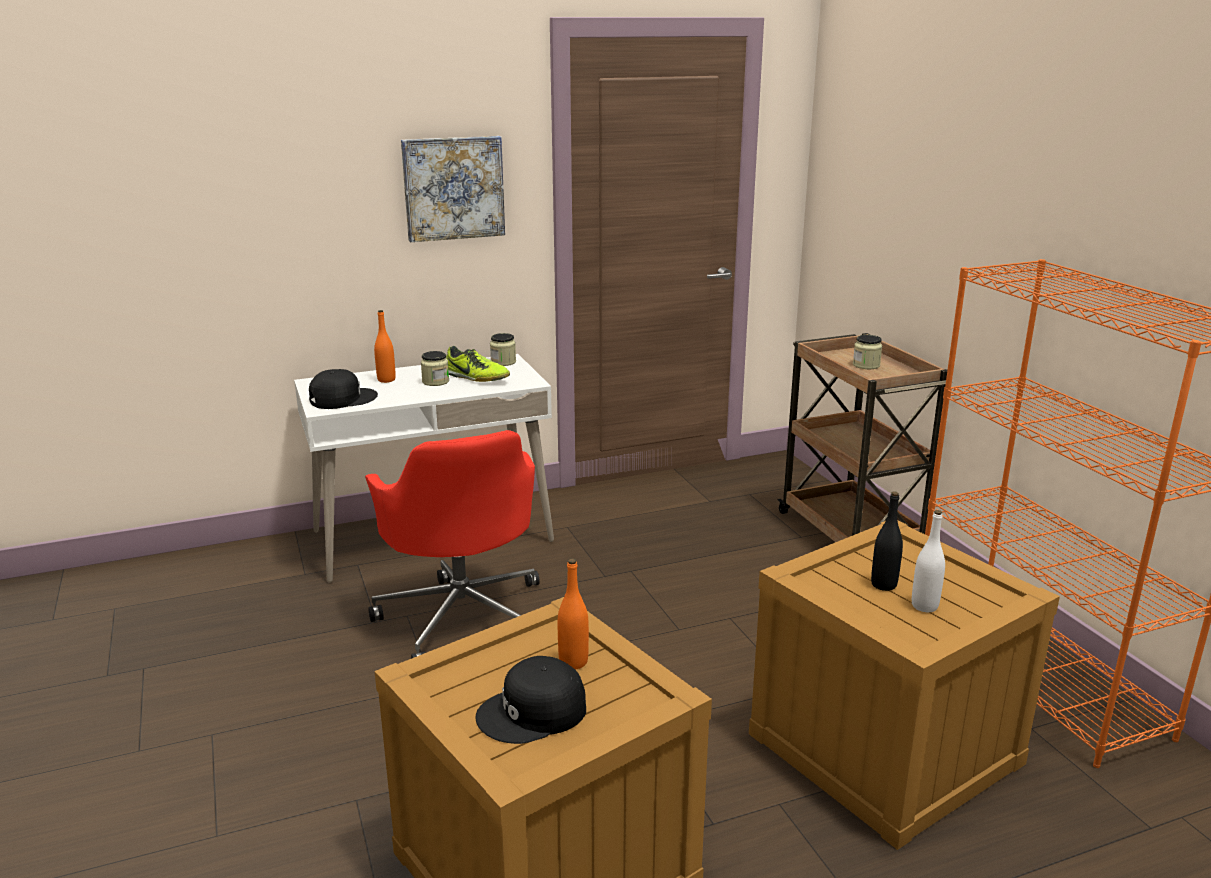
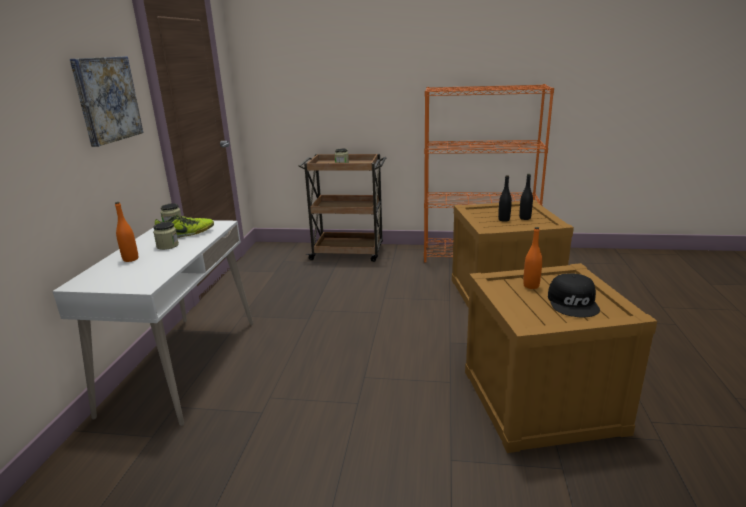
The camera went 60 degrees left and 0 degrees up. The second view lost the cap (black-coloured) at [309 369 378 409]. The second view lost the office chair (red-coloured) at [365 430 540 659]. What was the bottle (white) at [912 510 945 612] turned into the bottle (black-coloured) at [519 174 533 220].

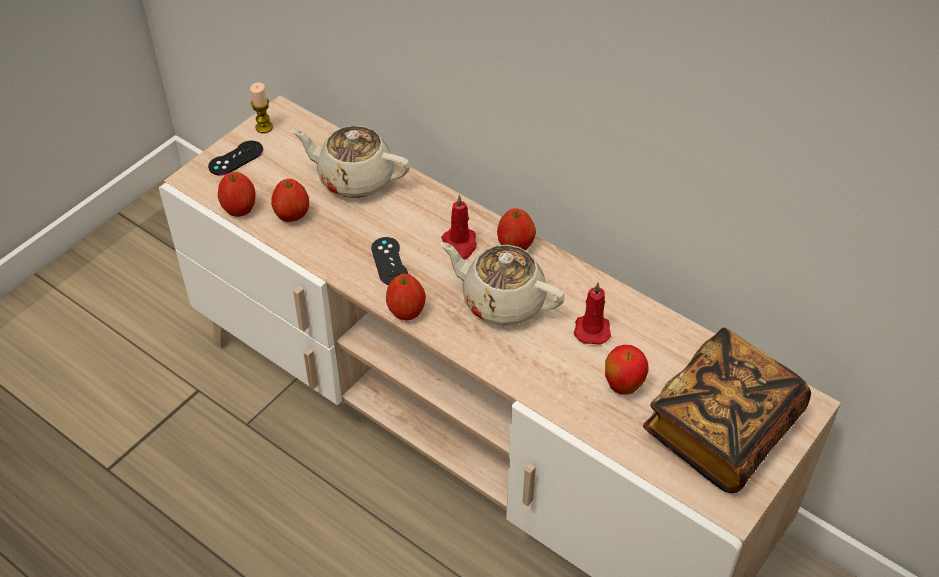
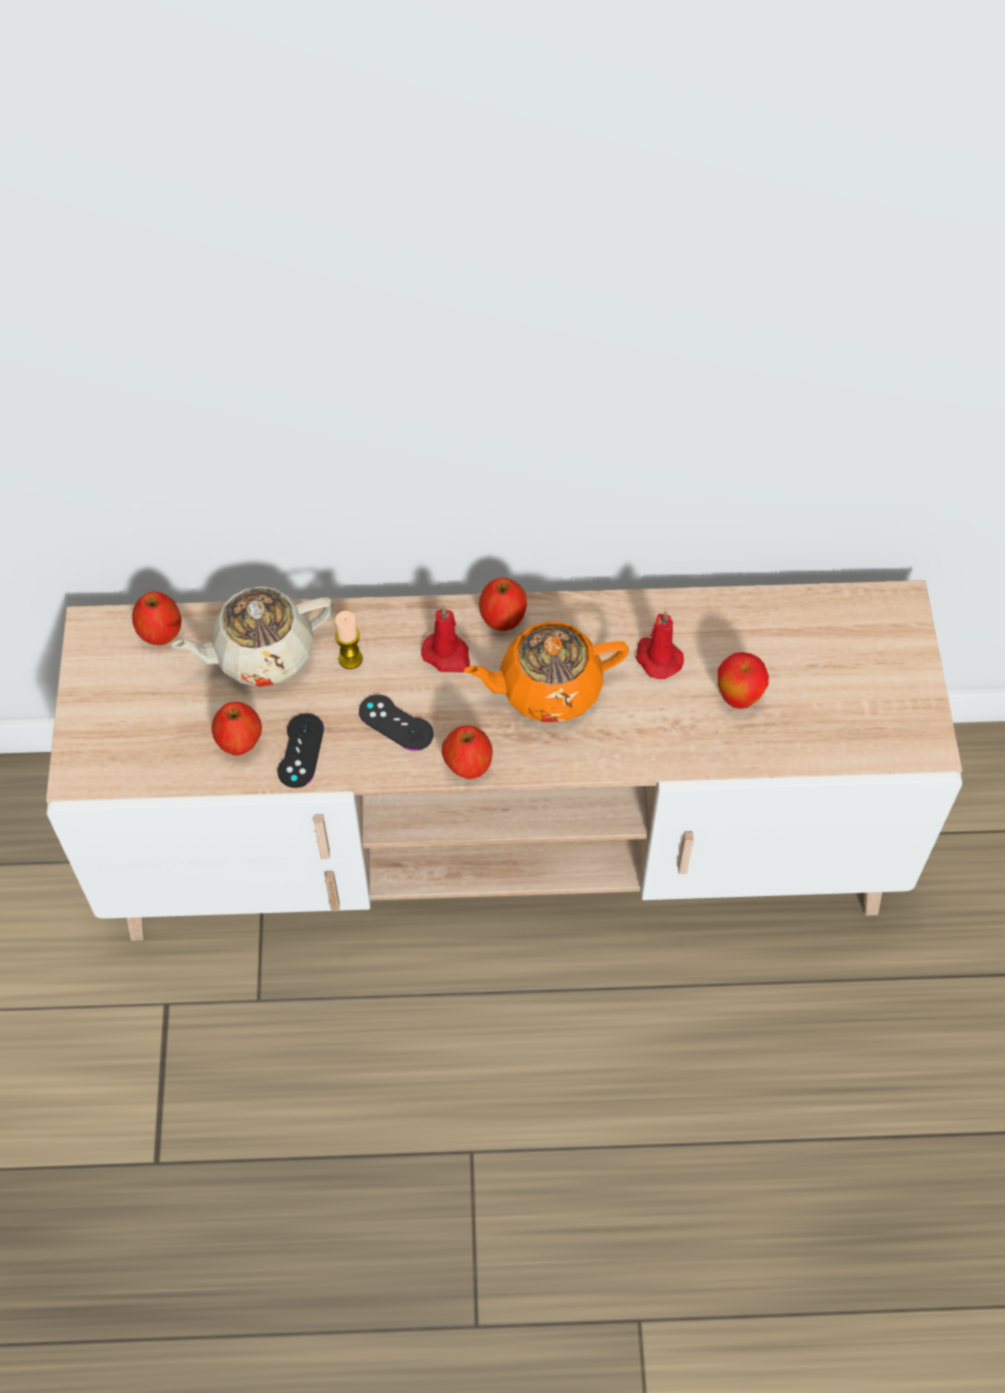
The camera went 40 degrees left and 10 degrees up. The game controller (black-coloured) ended up elsewhere, having gone from [208 141 263 176] to [277 713 324 788]. The apple fruit ended up elsewhere, having gone from [218 172 256 217] to [132 591 181 645]. The wax light ended up elsewhere, having gone from [250 82 273 133] to [335 611 363 669]. What was the pot for tea (sand-coloured) at [440 242 565 325] turned into the pot for tea (orange) at [464 622 629 722]. The second view lost the book at [643 328 811 493].

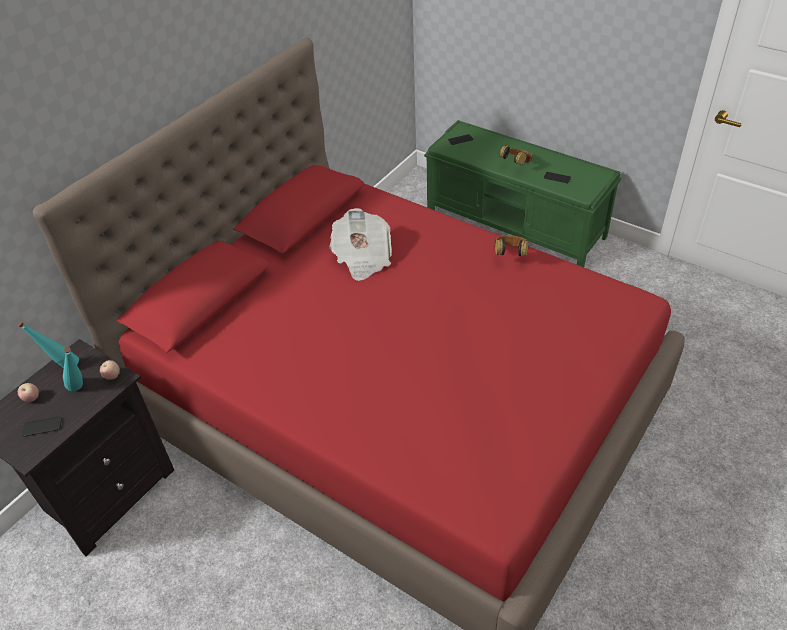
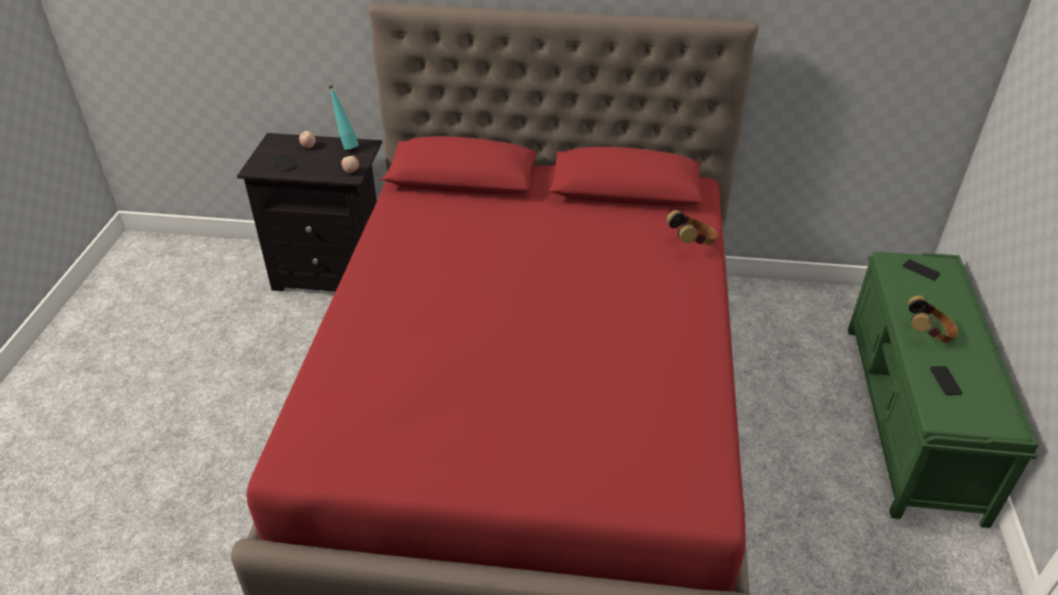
The camera went 60 degrees right and 5 degrees down. The second view lost the bottle (turquoise-coloured) at [63 347 83 391]. The second view lost the newspaper at [329 208 392 281]. The headphones ended up elsewhere, having gone from [494 235 529 256] to [666 210 718 246].

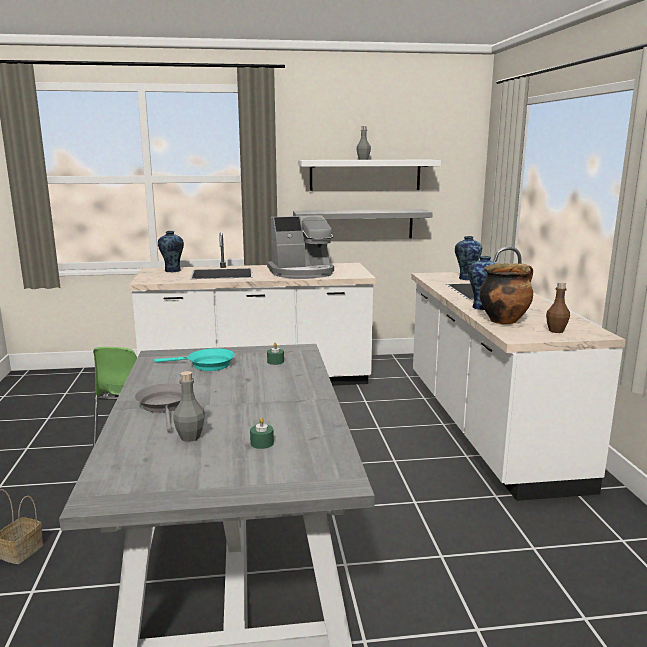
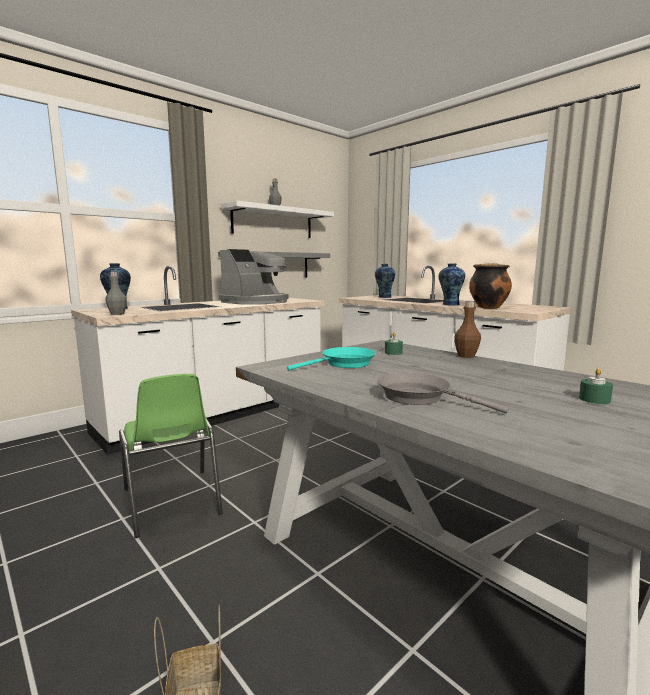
The camera went 35 degrees left and 5 degrees down. The bottle (gray) ended up elsewhere, having gone from [173 371 205 442] to [105 272 127 315]. The bottle (brownish) ended up elsewhere, having gone from [546 282 570 333] to [454 301 481 358].

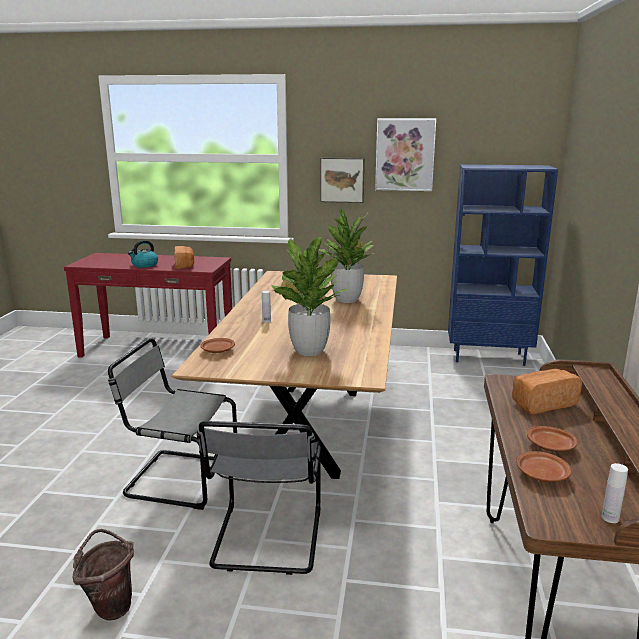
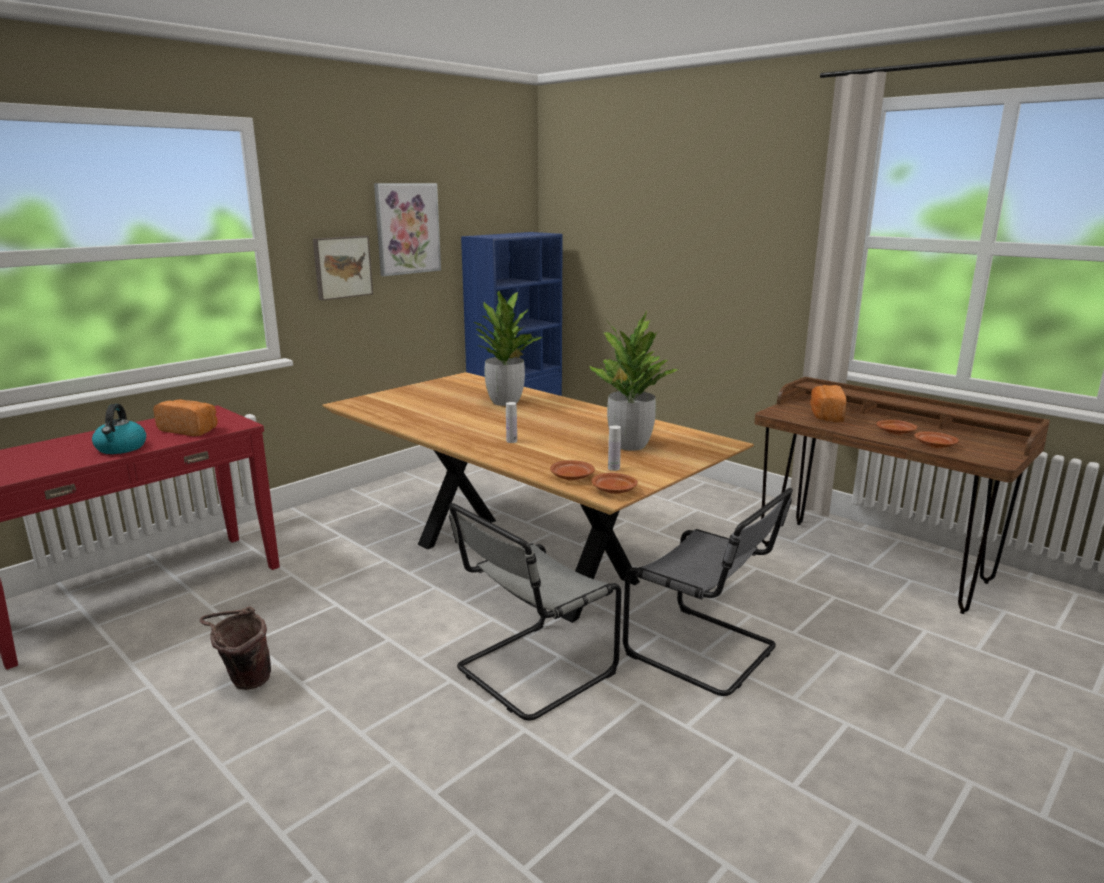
The camera went 55 degrees left and 0 degrees up. The pail (brownish) ended up elsewhere, having gone from [73 529 134 621] to [199 607 271 690]. The bottle (white) ended up elsewhere, having gone from [602 463 628 523] to [608 425 621 471]. The second view gained the plate (brownish) at [591 473 638 494].

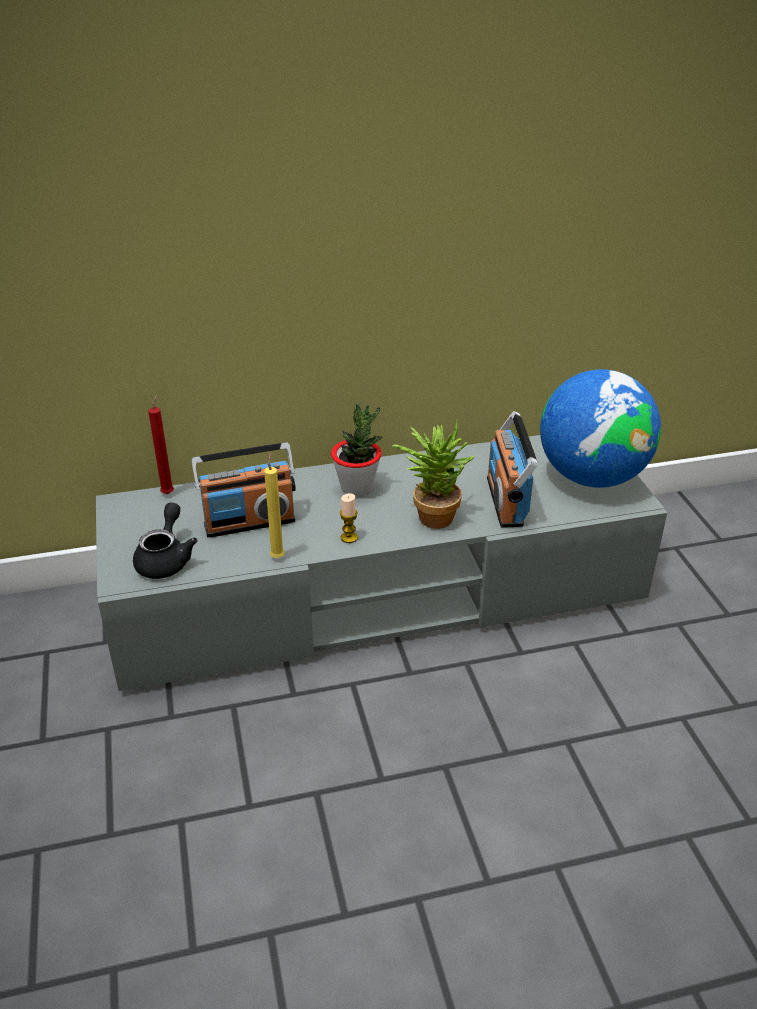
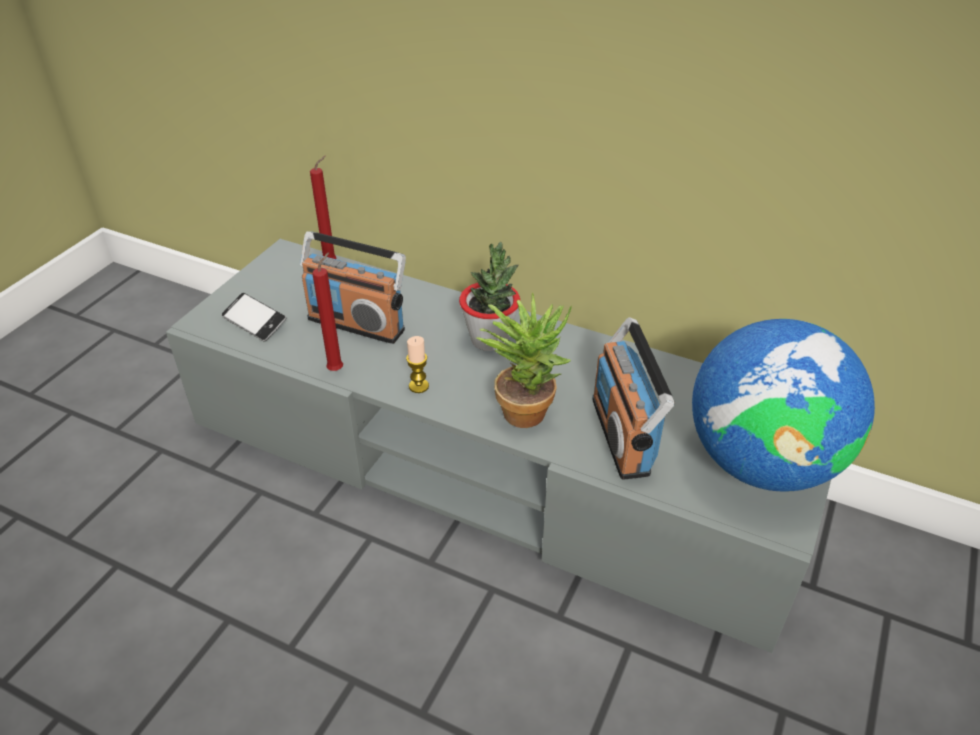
The camera went 40 degrees right and 5 degrees up. Where the pot for tea (black-coloured) stood at [133 503 198 579], the phone came to stand at [222 293 286 341]. What was the wax light (yellow-coloured) at [264 453 285 558] turned into the wax light (red-coloured) at [312 252 343 371]. The radio at [487 411 538 528] ended up facing another way, 45 degrees counterclockwise from before.

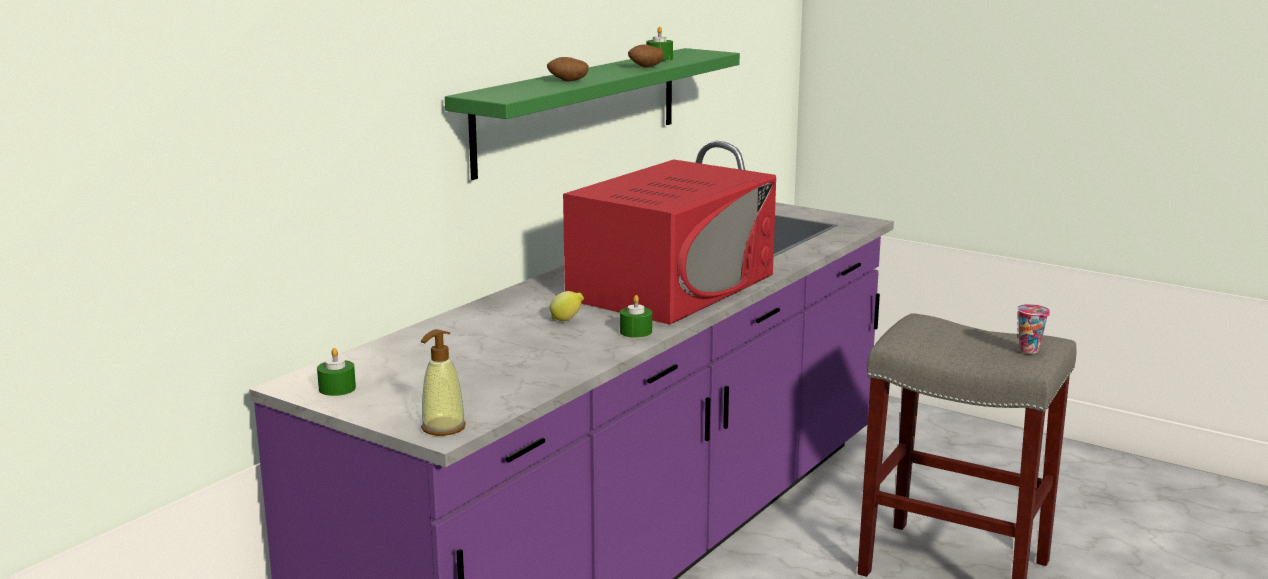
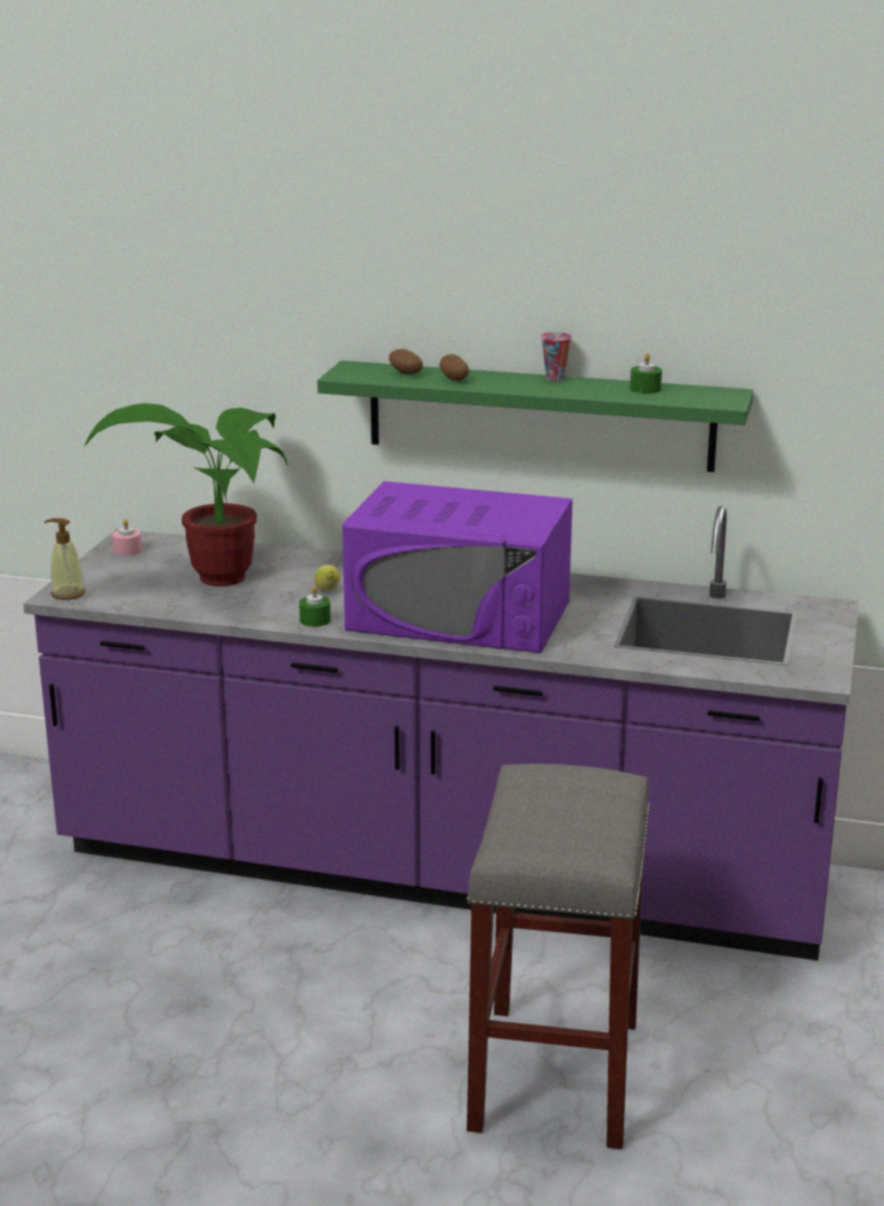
The camera went 70 degrees right and 5 degrees up. What was the wax light (green-coloured) at [317 348 356 396] turned into the wax light (pinkish) at [112 519 142 556]. What was the microwave (red-coloured) at [563 160 776 325] turned into the microwave (purplish) at [342 481 573 653]. The spud ended up elsewhere, having gone from [628 45 664 68] to [389 349 423 374]. The small cup ended up elsewhere, having gone from [1017 304 1050 354] to [541 332 572 381]. The second view gained the potted plant at [84 403 287 587].

